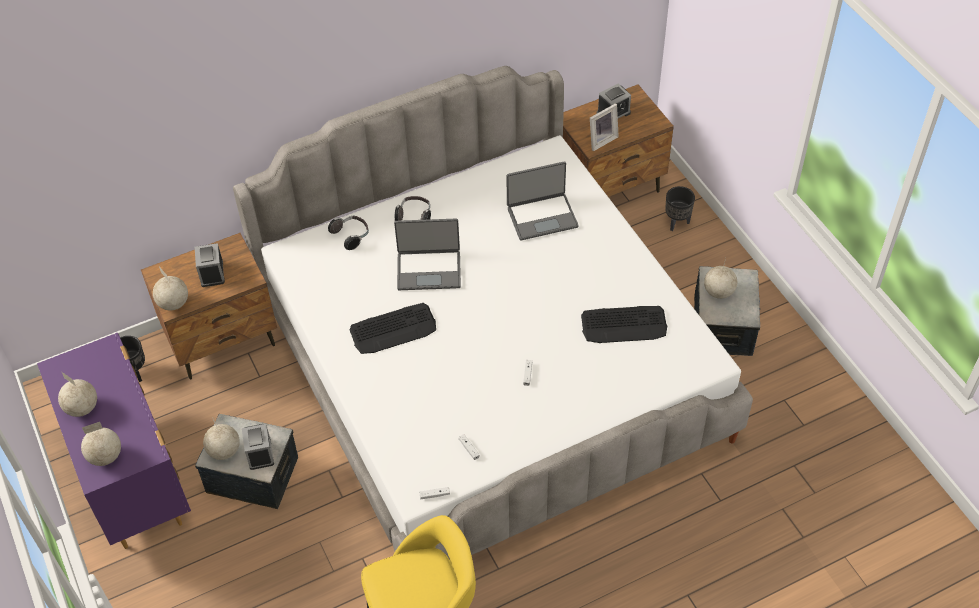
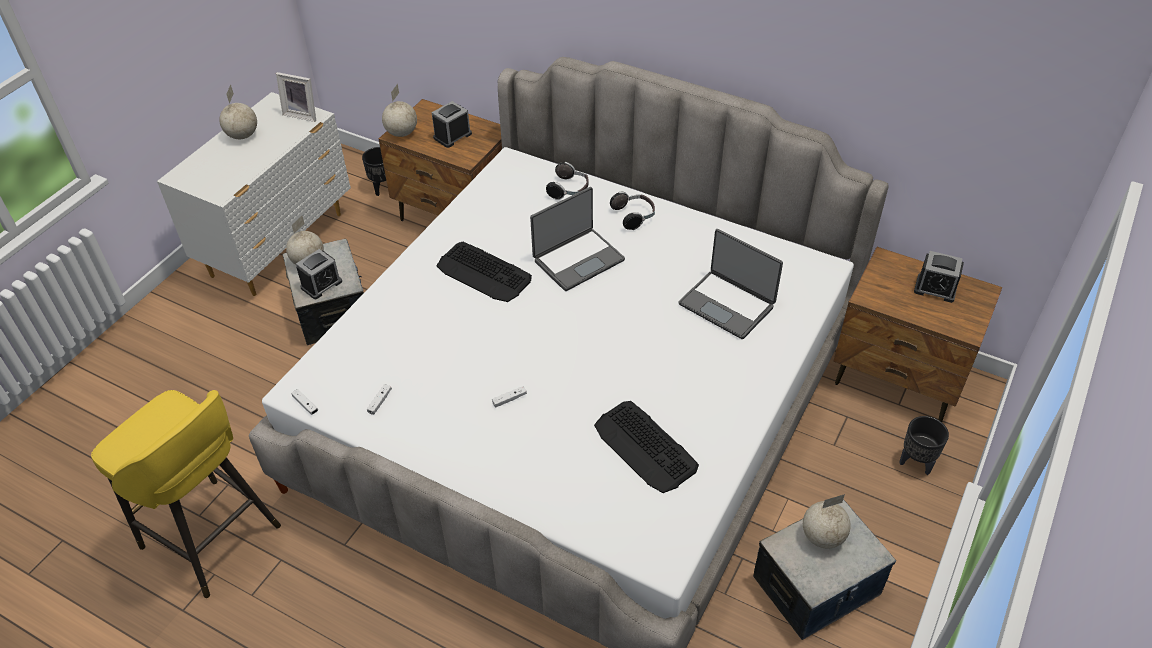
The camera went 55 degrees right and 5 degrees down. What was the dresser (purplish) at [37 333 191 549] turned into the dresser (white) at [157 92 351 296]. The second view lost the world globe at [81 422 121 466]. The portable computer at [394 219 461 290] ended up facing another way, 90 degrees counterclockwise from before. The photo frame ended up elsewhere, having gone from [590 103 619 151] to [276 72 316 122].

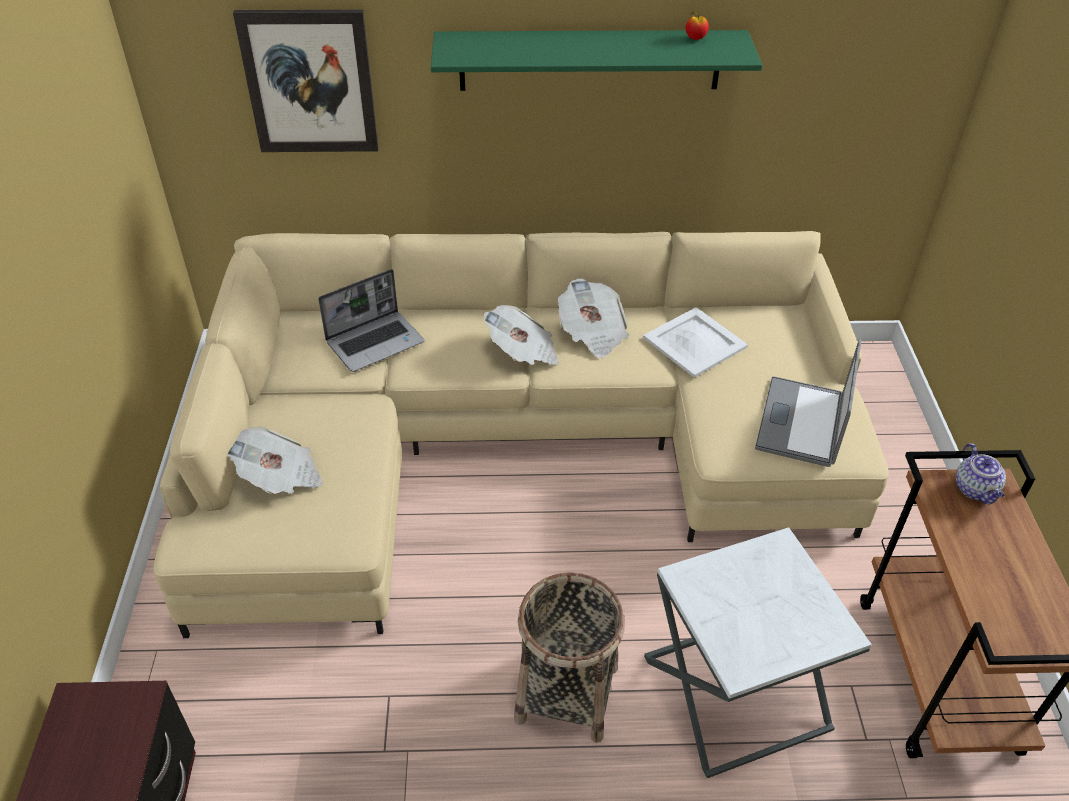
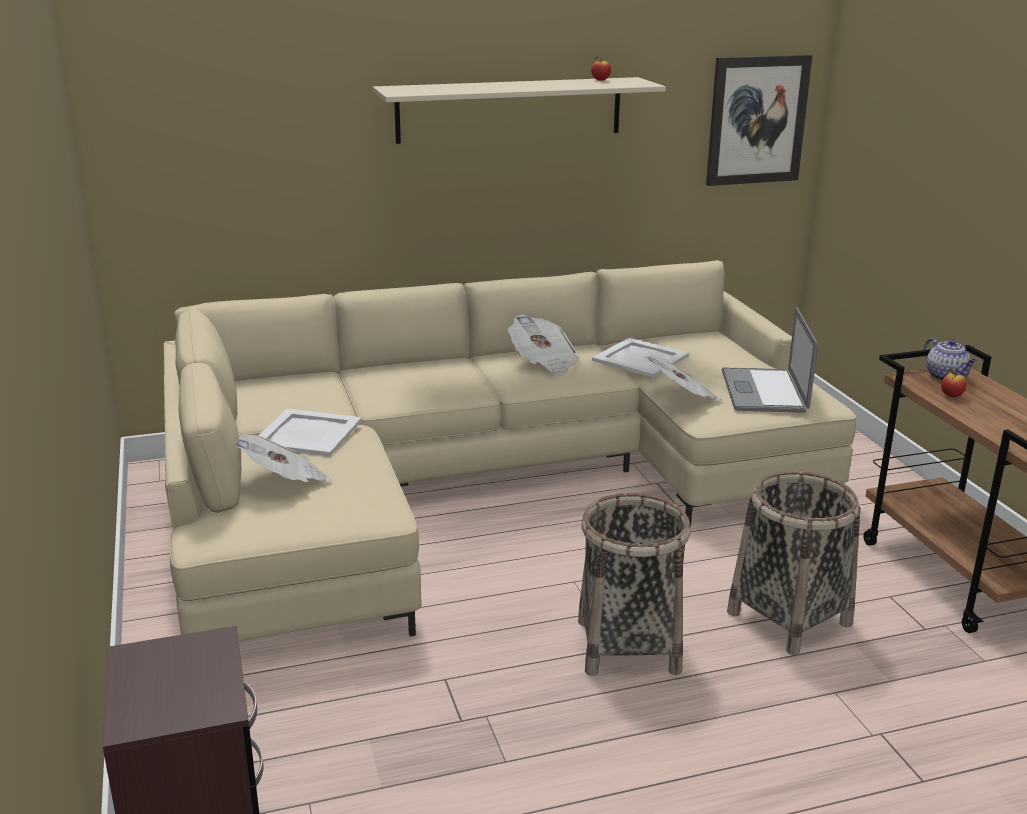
The camera went 15 degrees left and 20 degrees down. The wall art ended up elsewhere, having gone from [233 10 379 152] to [706 55 812 186]. The second view lost the portable computer at [318 269 425 372]. What was the shelf (green-coloured) at [431 30 763 91] turned into the shelf (sand-coloured) at [373 77 666 144]. The newspaper ended up elsewhere, having gone from [483 305 559 365] to [644 355 723 400]. Where the end table (white) stood at [644 527 872 778], the household basket came to stand at [727 471 860 655]. The second view gained the tray (white) at [259 409 362 456]. The second view gained the apple fruit at [941 368 967 397].

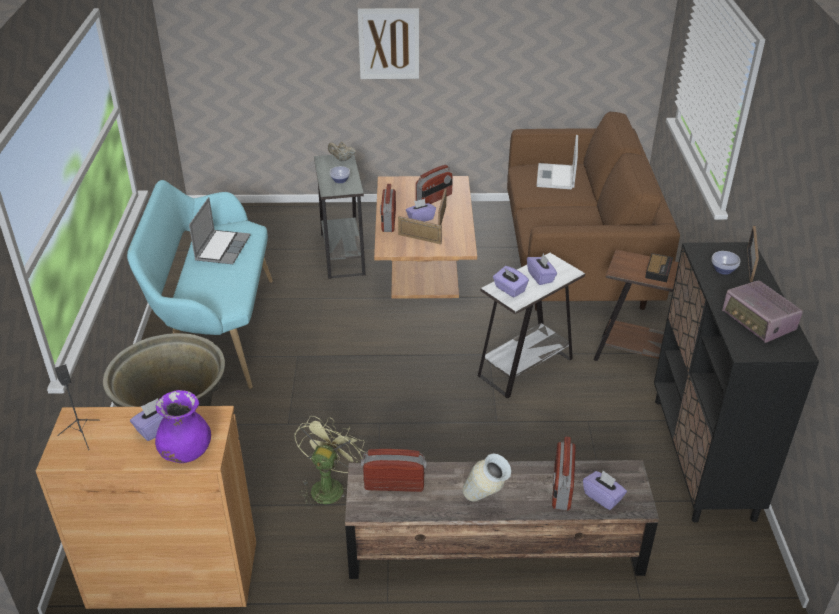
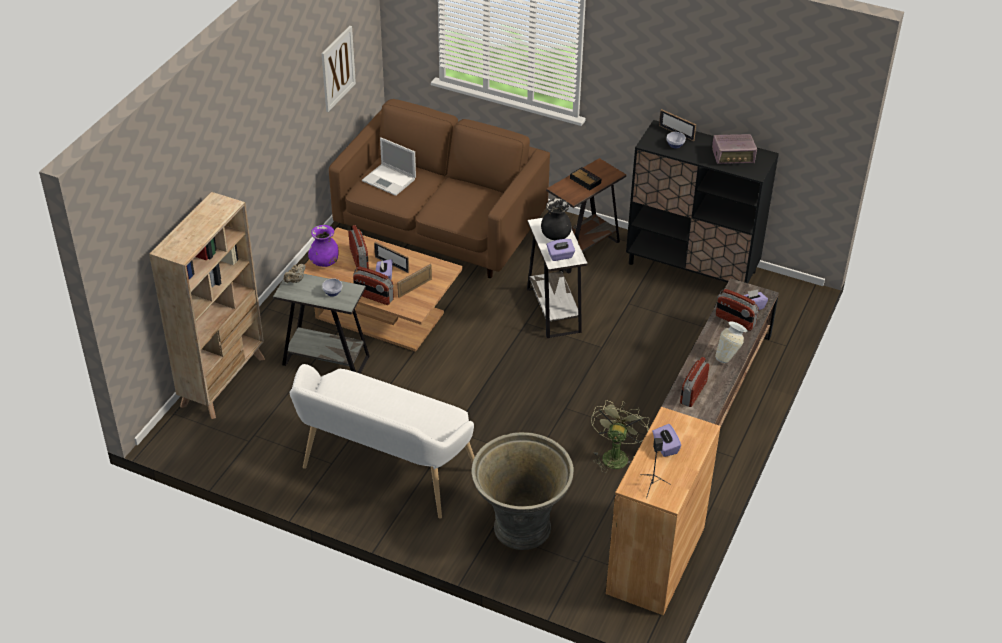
The camera went 65 degrees left and 5 degrees up. What was the long seat (turquoise-coloured) at [127 180 273 389] turned into the long seat (white) at [290 364 475 519]. The decorative vase (purplish) ended up elsewhere, having gone from [155 390 211 463] to [308 225 339 267]. The second view lost the portable computer at [189 197 250 264]. The electric fan (green-coloured) at [294 416 367 509] ended up facing another way, 60 degrees clockwise from before. The wall art ended up elsewhere, having gone from [358 8 419 79] to [322 26 356 112]. Where the tissue holder (purplish) stood at [527 253 557 285], the decorative vase (black-coloured) came to stand at [541 198 572 240]. The second view gained the bookshelf (sand-coloured) at [149 192 265 419].

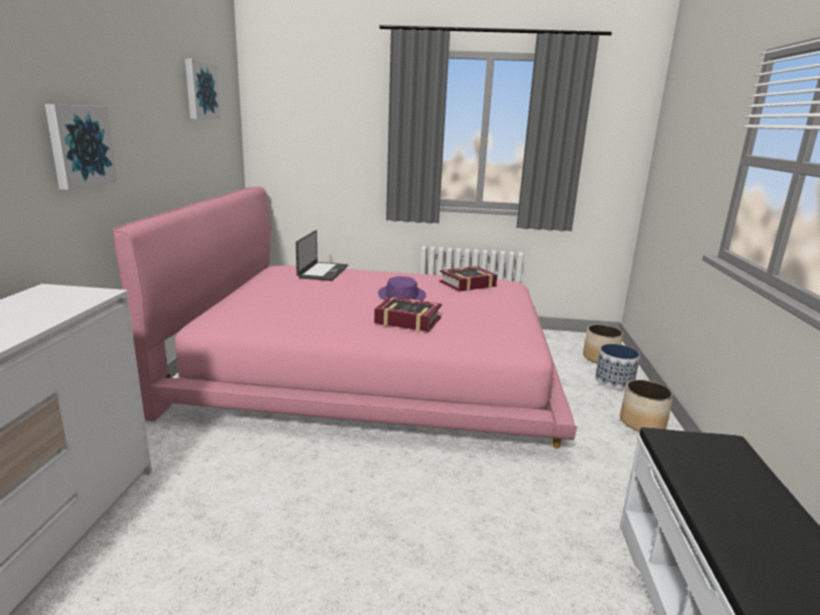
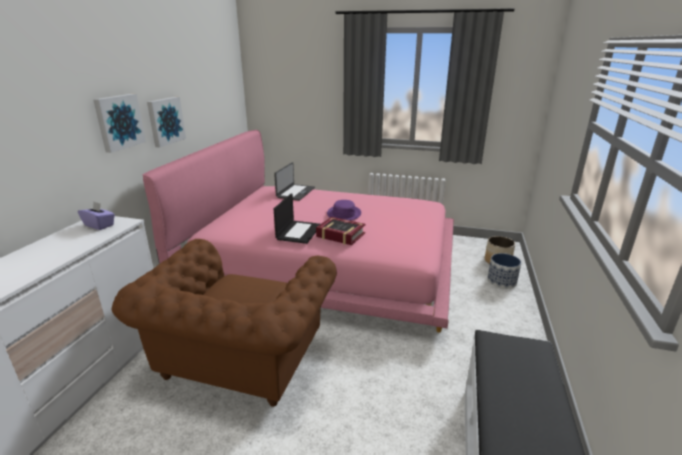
The camera went 10 degrees right and 5 degrees up. The wall art ended up elsewhere, having gone from [185 58 221 119] to [147 97 186 148]. The second view lost the book at [439 266 497 292]. The second view lost the planter at [620 380 673 432]. The second view gained the tissue holder (purplish) at [78 202 115 230]. The second view gained the easy chair (brownish) at [111 239 337 407]. The second view gained the portable computer at [274 193 320 244].

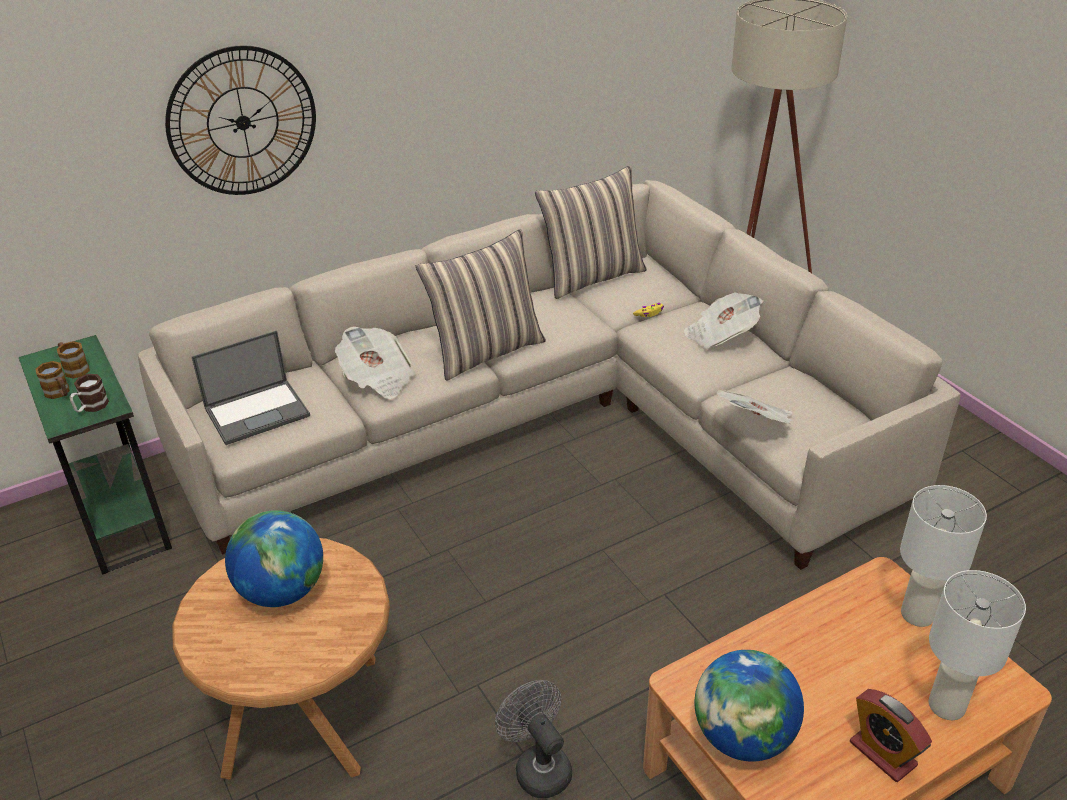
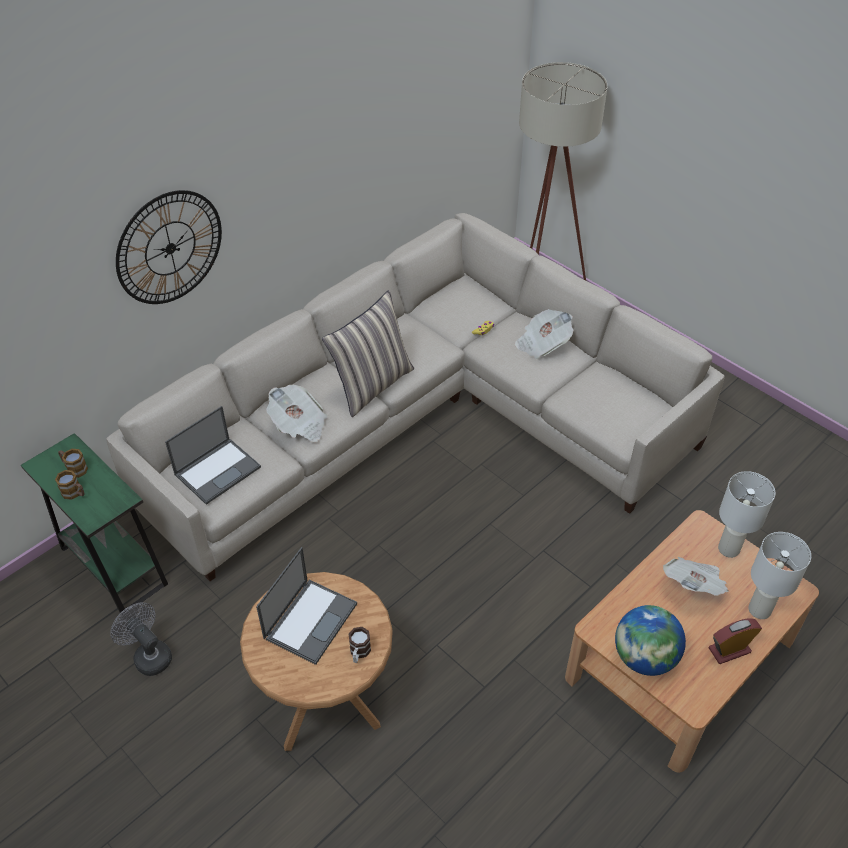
The camera went 15 degrees left and 10 degrees up. The coffee mug ended up elsewhere, having gone from [70 374 109 413] to [348 627 371 663]. Where the world globe stood at [225 510 323 607], the portable computer came to stand at [256 547 357 665]. The electric fan (gray) ended up elsewhere, having gone from [495 680 572 798] to [111 603 172 676]. The second view lost the pillow at [535 166 647 299]. The newspaper ended up elsewhere, having gone from [717 390 793 425] to [663 557 728 596]. The bedside clock at [850 689 932 782] ended up facing another way, 120 degrees clockwise from before.

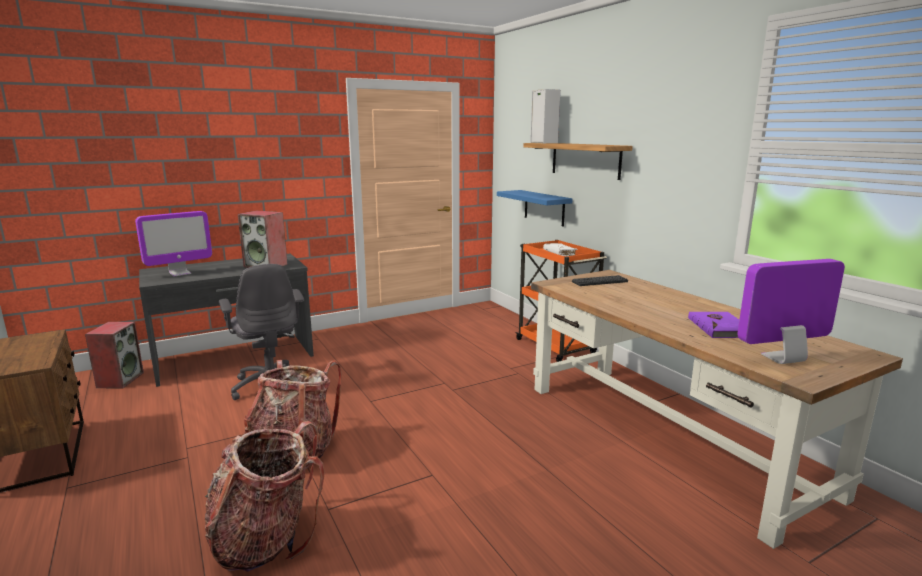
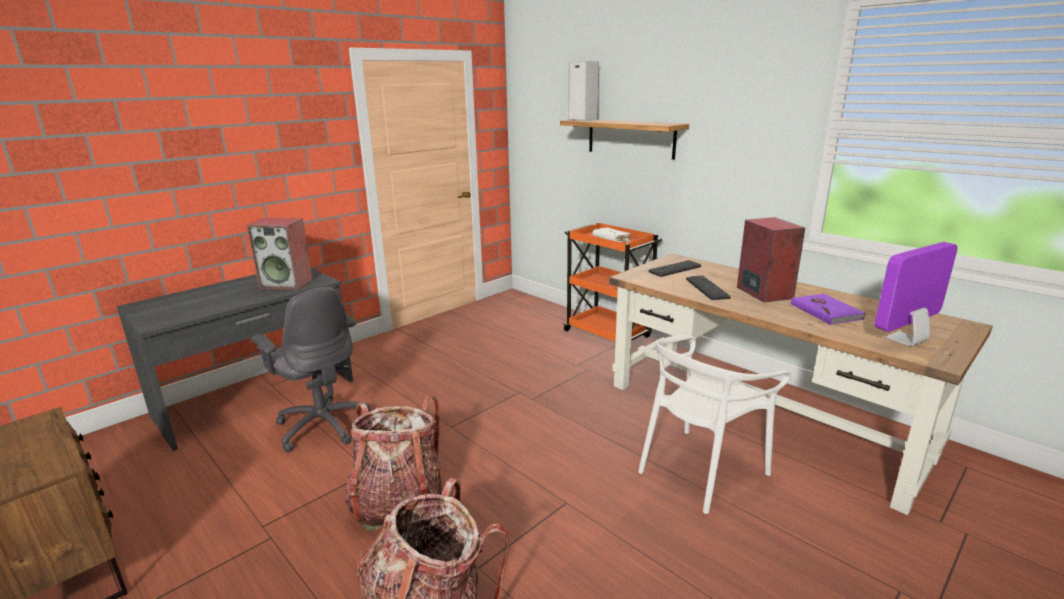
The camera went 15 degrees left and 5 degrees up. The audio speaker ended up elsewhere, having gone from [85 322 144 388] to [737 217 805 303]. The second view lost the monitor at [135 211 212 276]. The second view lost the shelf (blue) at [497 190 572 226]. The second view gained the chair (white) at [638 334 791 514]. The second view gained the keyboard at [686 275 731 300].

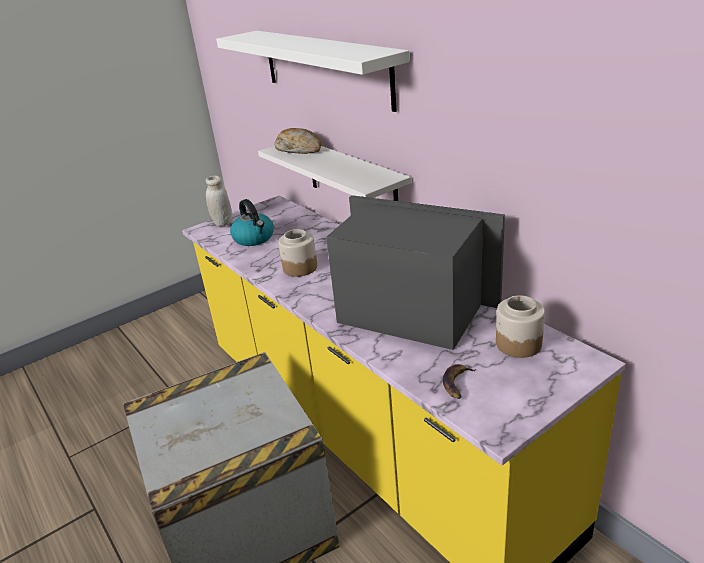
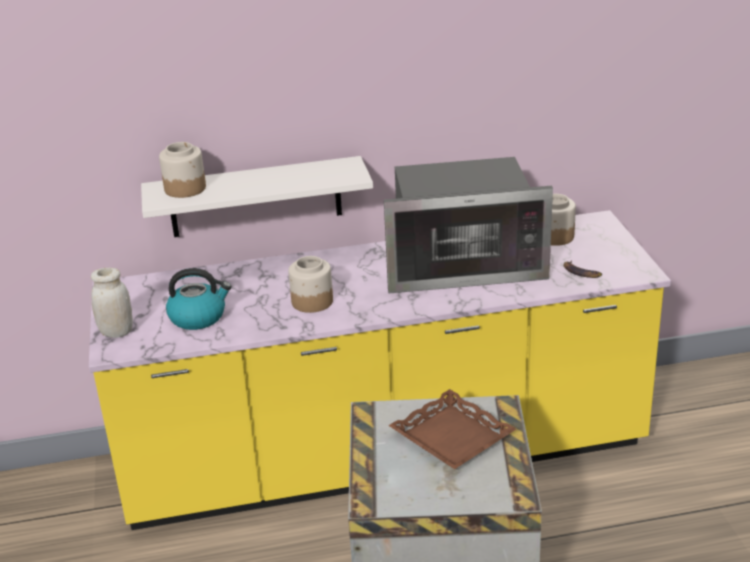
The camera went 65 degrees left and 0 degrees up. The second view lost the shelf (white) at [216 31 410 112]. Where the bakery bread stood at [275 128 321 154], the jar came to stand at [159 142 206 198]. The microwave at [326 195 505 350] ended up facing another way, 150 degrees counterclockwise from before. The second view gained the tray (brownish) at [388 389 516 469].

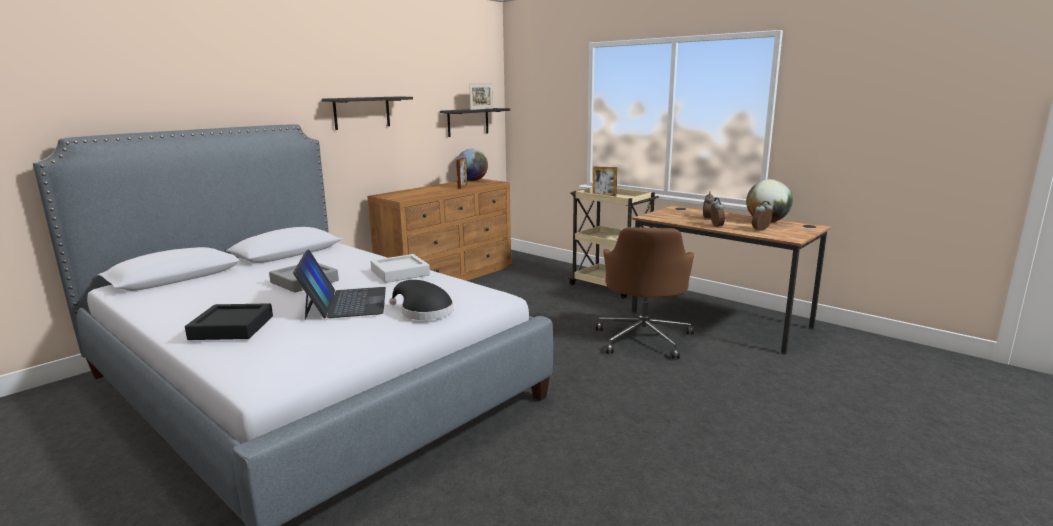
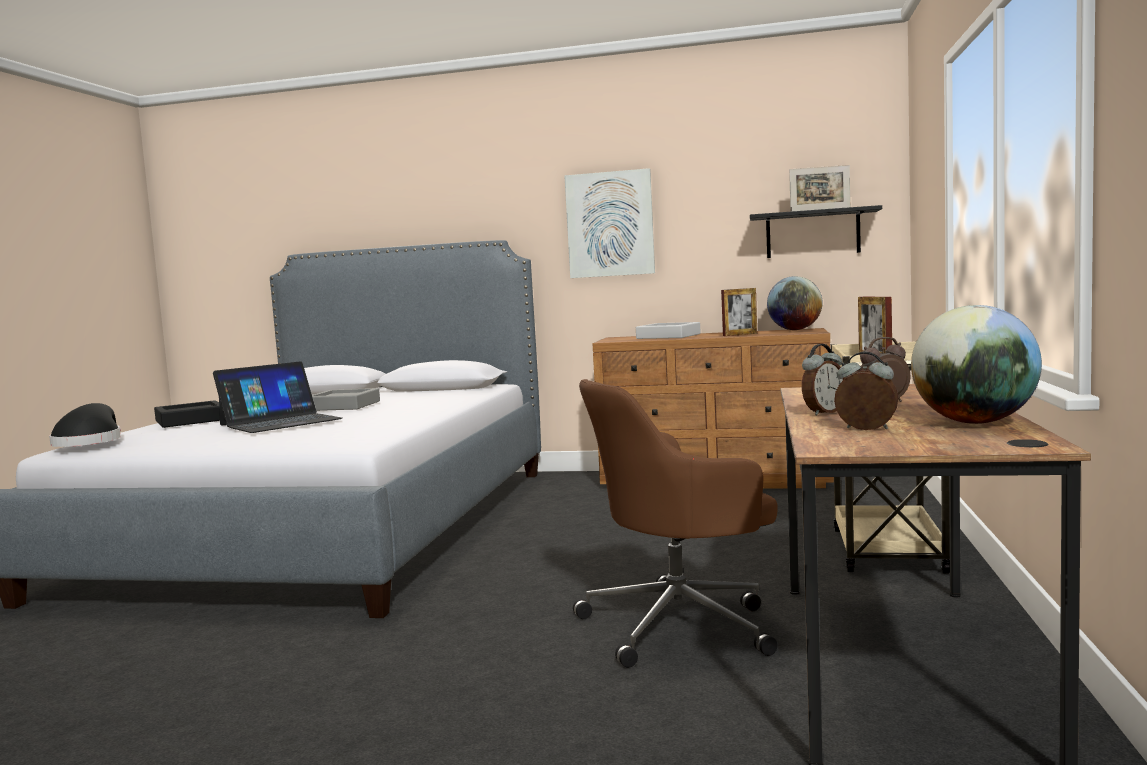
The camera went 60 degrees right and 10 degrees down. Where the shelf (black-coloured) hung at [322 97 413 130], the wall art came to hang at [564 168 655 278]. The tray (gray) ended up elsewhere, having gone from [371 254 430 283] to [636 322 701 339]. The hat (black-coloured) ended up elsewhere, having gone from [389 280 454 320] to [49 403 121 447].

